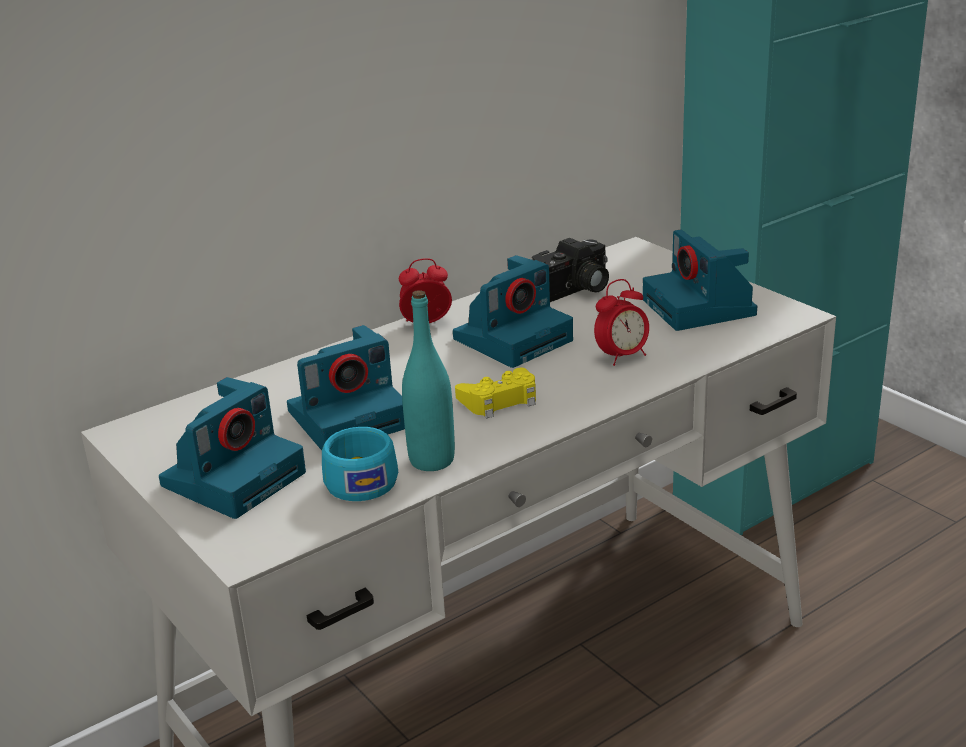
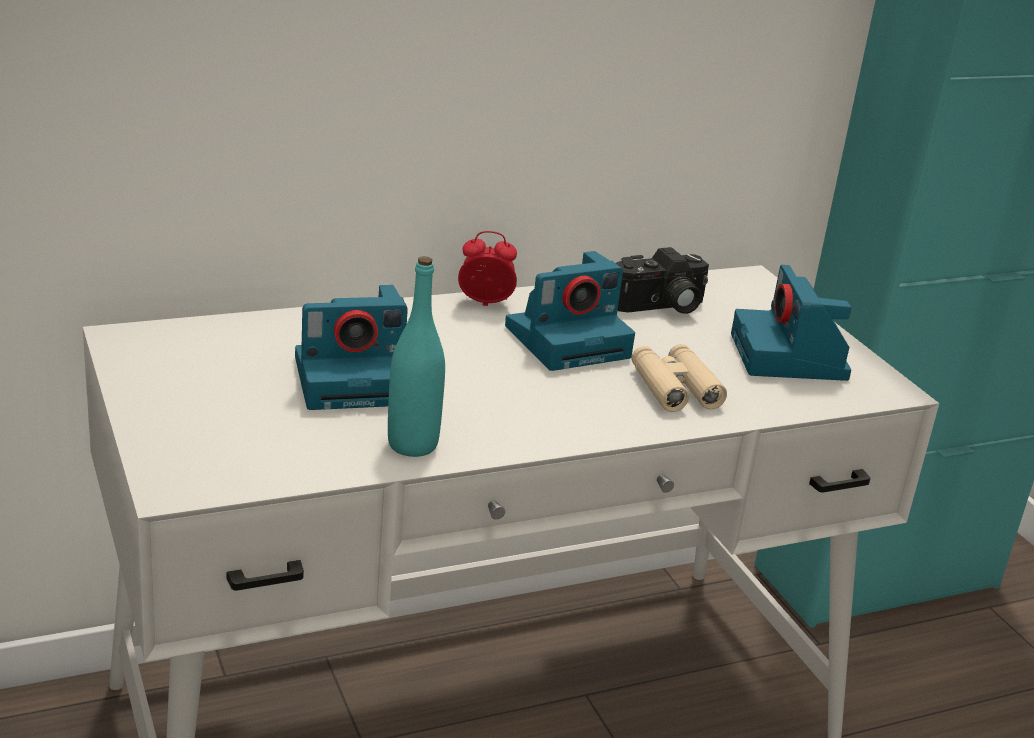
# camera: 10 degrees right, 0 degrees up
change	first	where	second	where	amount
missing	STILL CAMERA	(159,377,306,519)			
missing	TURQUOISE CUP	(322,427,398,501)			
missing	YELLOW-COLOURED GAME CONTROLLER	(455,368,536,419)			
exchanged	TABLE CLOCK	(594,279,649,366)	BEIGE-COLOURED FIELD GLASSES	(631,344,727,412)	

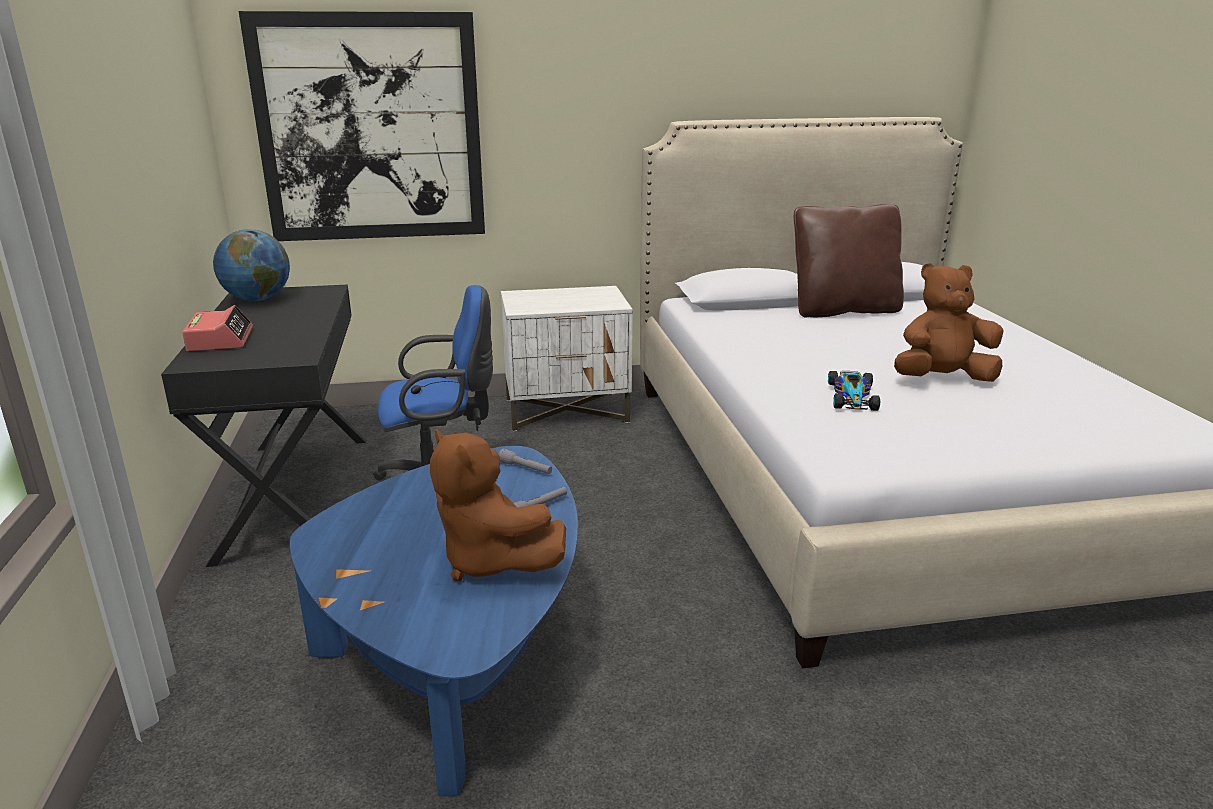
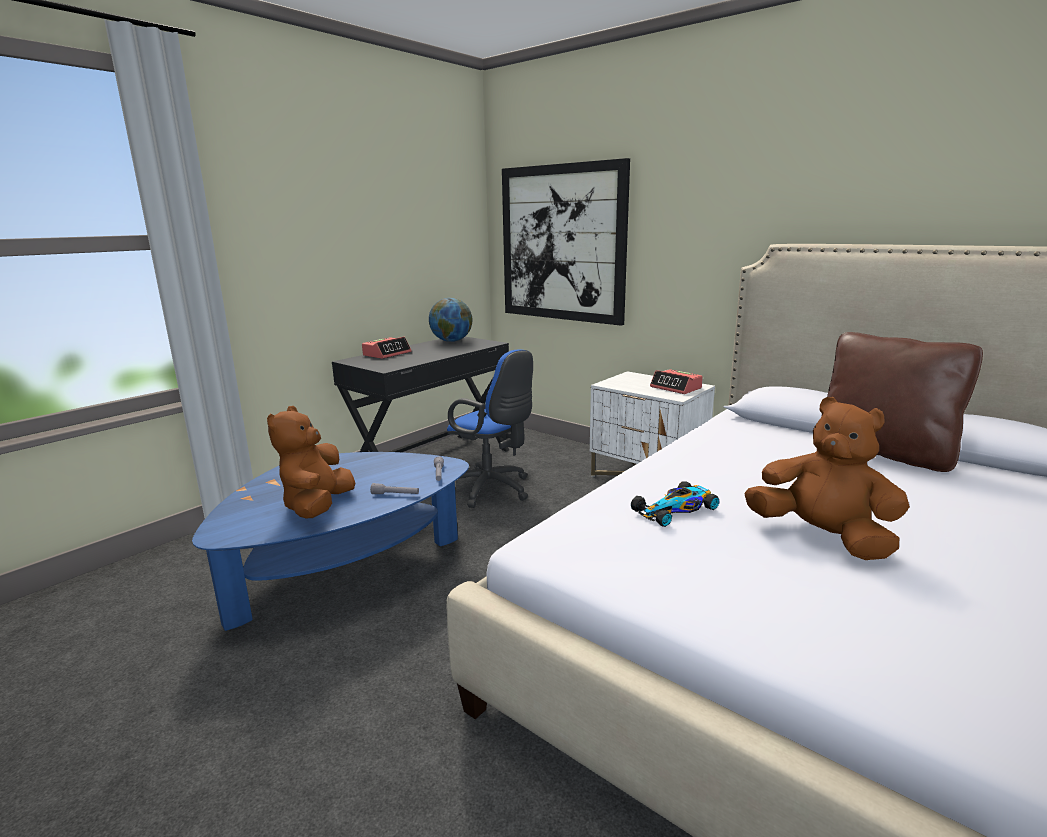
# camera: 50 degrees right, 5 degrees down
change	first	where	second	where	amount
appeared			TABLE CLOCK	(650,369,703,394)	

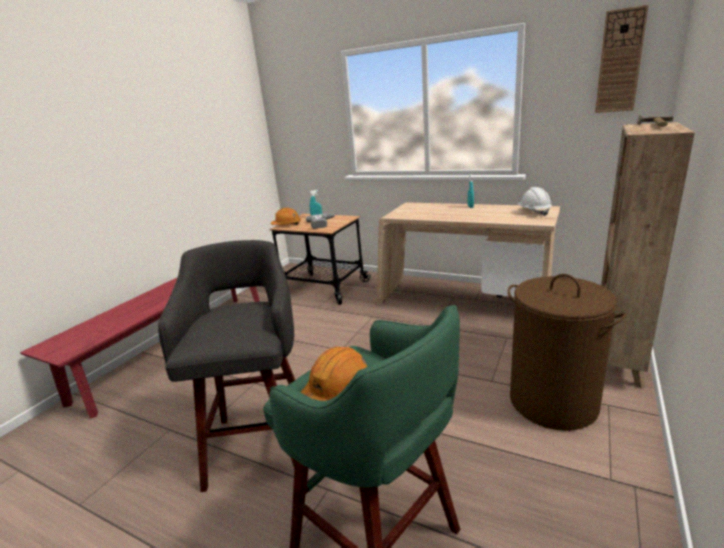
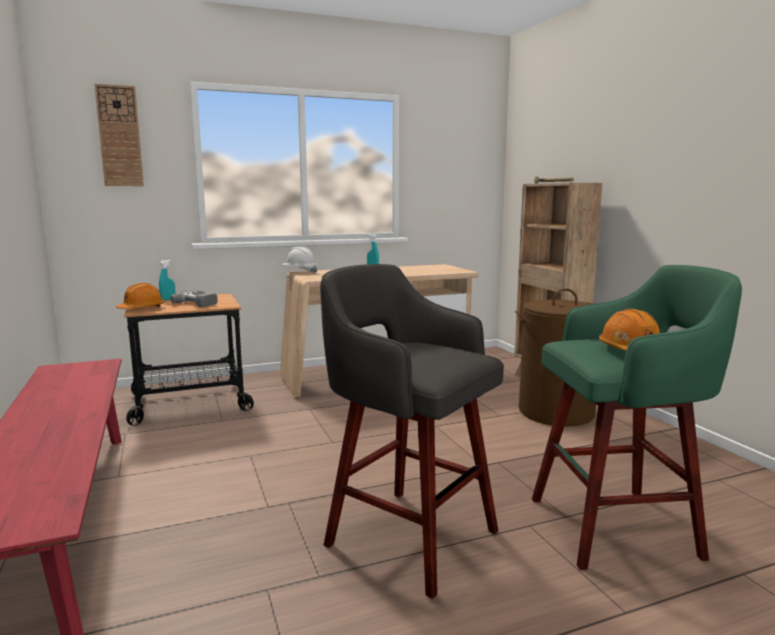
# camera: 50 degrees left, 10 degrees down
change	first	where	second	where	amount
relocated	WHITE-COLOURED HARD HAT	(517,187,552,216)		(282,247,318,274)	
relocated	CLOCK ON THE WALL	(595,5,649,113)		(95,84,144,186)	

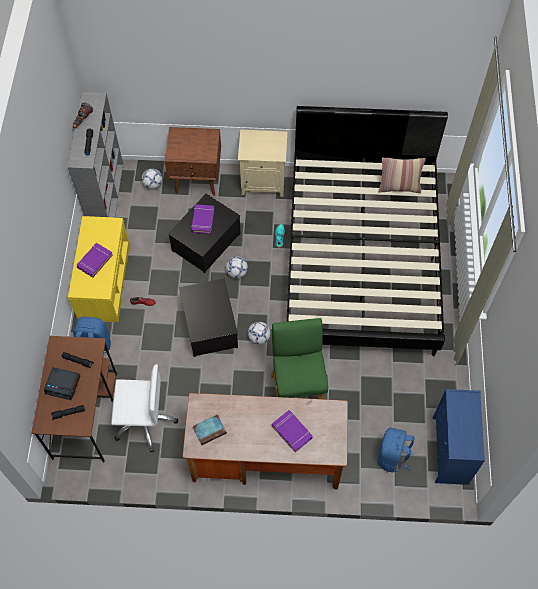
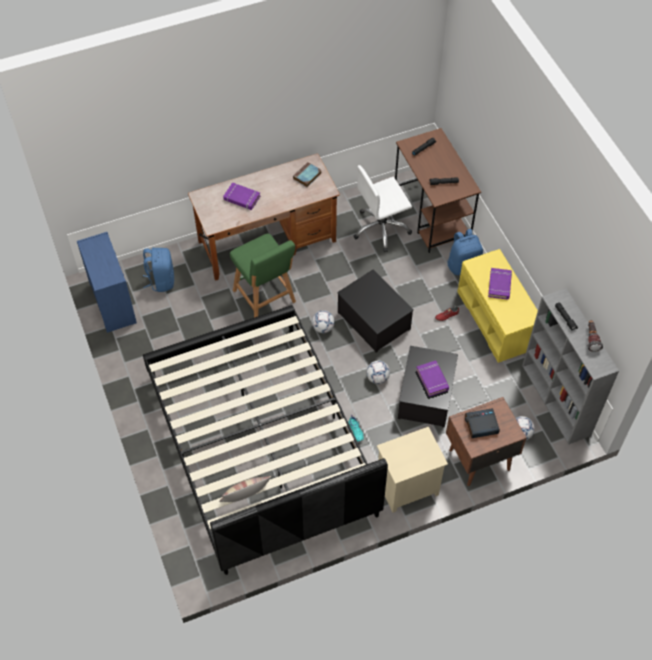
# camera: 155 degrees right, 5 degrees down
change	first	where	second	where	amount
relocated	TABLE CLOCK	(44,367,80,400)		(465,408,500,438)	

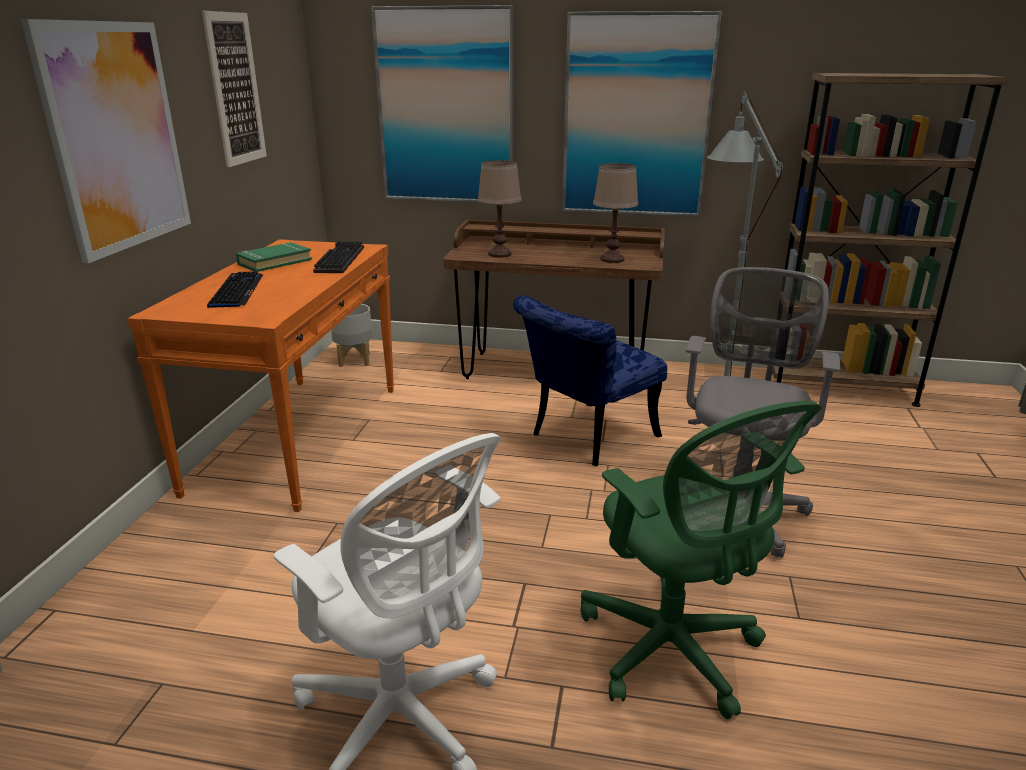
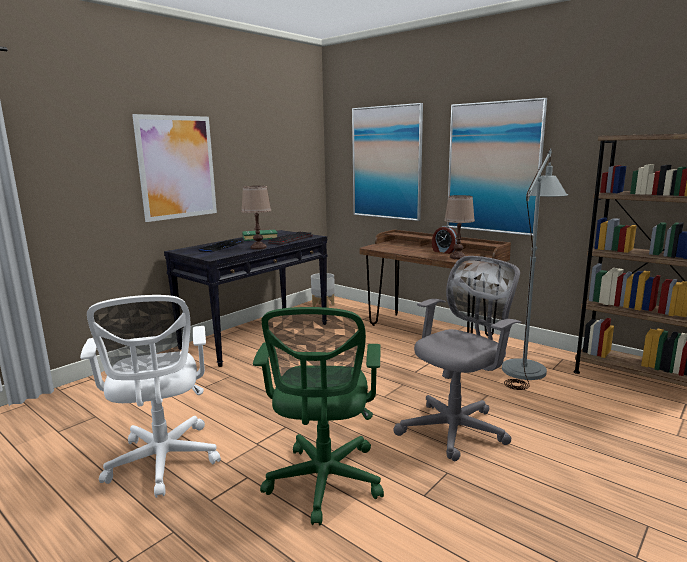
# camera: 30 degrees right, 10 degrees down
change	first	where	second	where	amount
missing	WALL PICTURE	(202,11,267,167)			
missing	BLUE-COLOURED CHAIR	(513,295,667,466)			
appeared			TABLE CLOCK	(432,226,457,254)	
relocated	BROWN TABLETOP LAMP	(477,160,522,258)		(241,186,271,250)	
colour	ORANGE-COLOURED CONSOLE TABLE	(127,239,395,512)	BLACK CONSOLE TABLE	(164,230,328,367)	

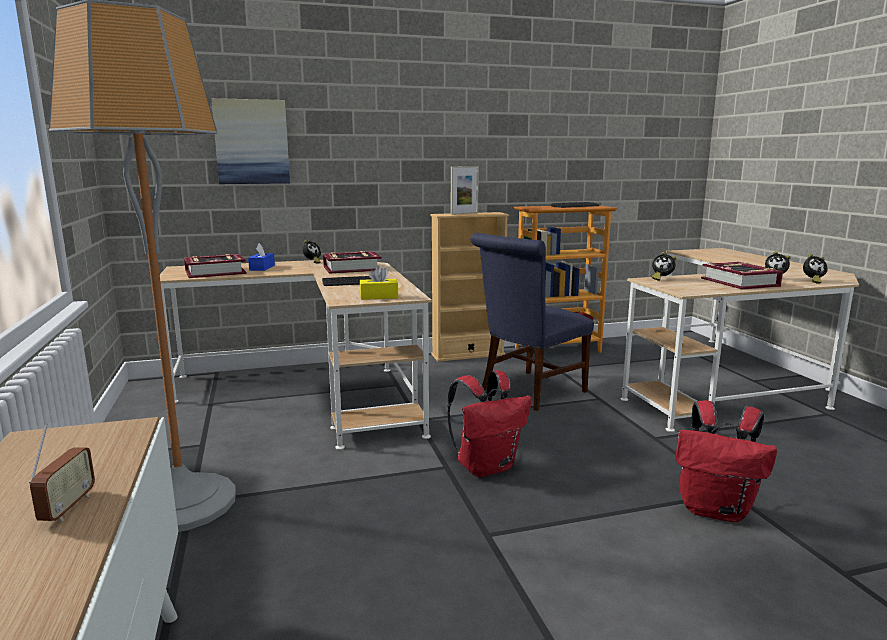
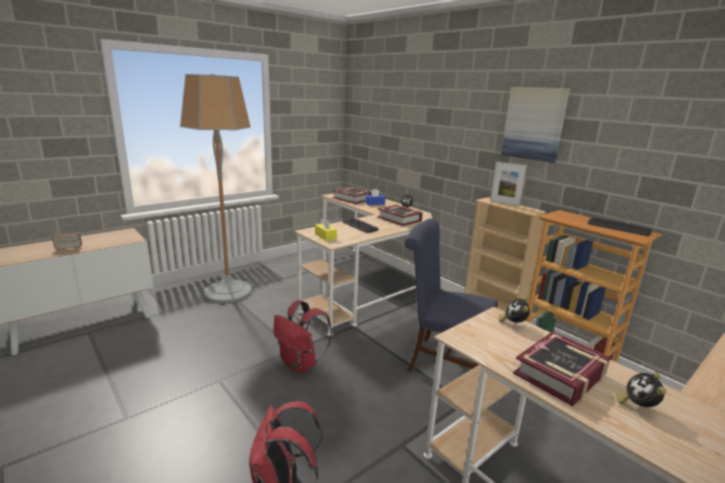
# camera: 65 degrees right, 5 degrees up
change	first	where	second	where	amount
missing	TABLE CLOCK	(803,254,828,284)			
relocated	WALL PICTURE	(211,98,290,184)		(501,87,570,163)	

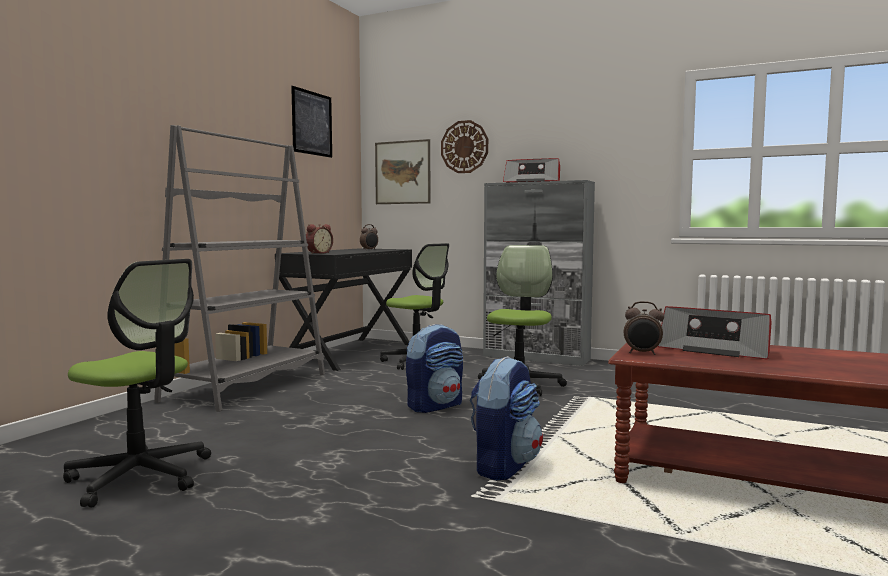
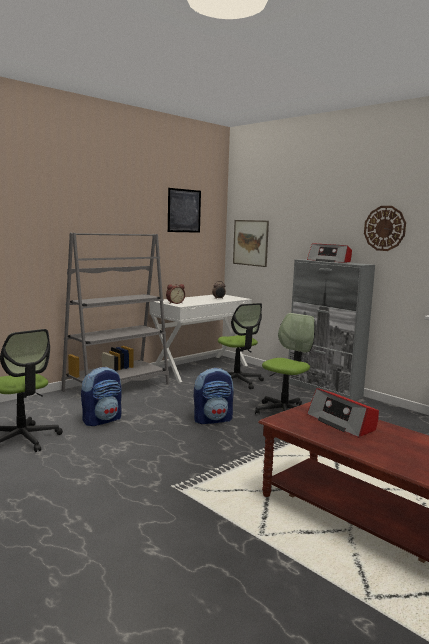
# camera: 20 degrees right, 5 degrees up
change	first	where	second	where	amount
missing	TABLE CLOCK	(624,301,664,355)			
relocated	CLOCK ON THE WALL	(441,120,488,173)		(364,206,406,251)	
relocated	RUCKSACK	(470,356,543,480)		(81,367,122,426)	
colour	BLACK DESK	(275,248,412,371)	WHITE-COLOURED DESK	(149,295,252,382)	

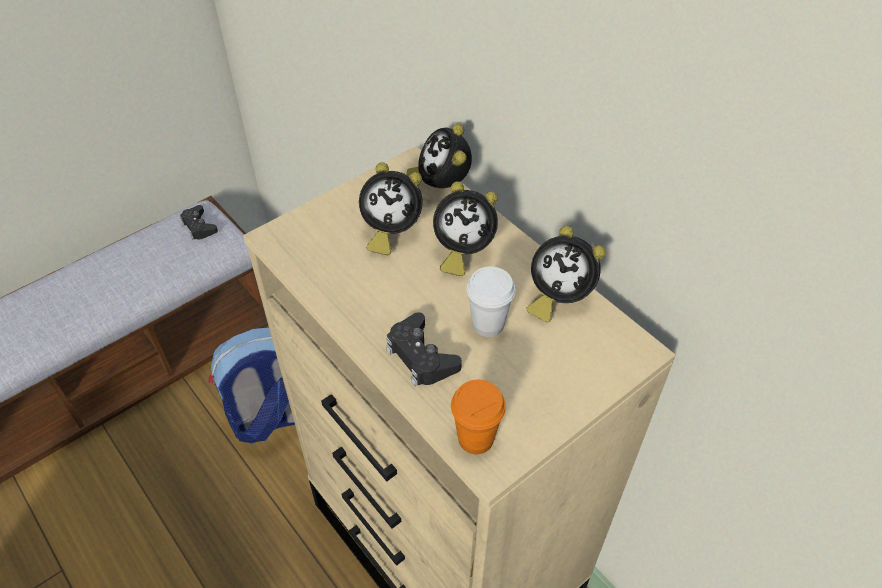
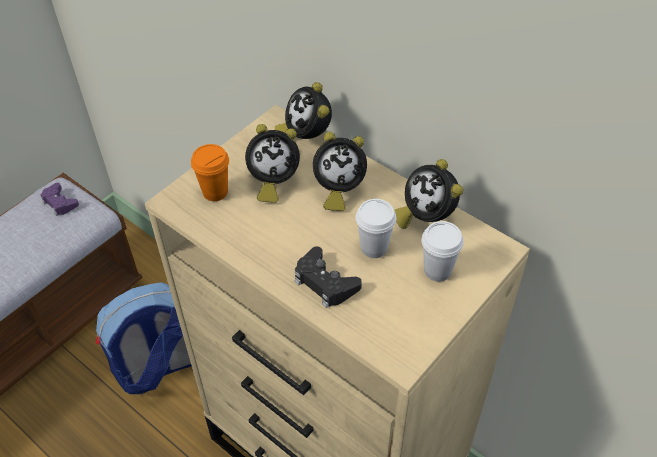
# camera: 10 degrees left, 0 degrees up
change	first	where	second	where	amount
appeared			WHITE-COLOURED CUP	(421,221,464,282)	
relocated	ORANGE-COLOURED CUP	(451,380,506,454)		(191,144,229,201)	
colour	BLACK GAME CONTROLLER	(180,205,218,240)	PURPLE GAME CONTROLLER	(40,183,79,216)	
spun	TABLE CLOCK	(526,226,606,322)		(394,159,463,229)	45 degrees clockwise

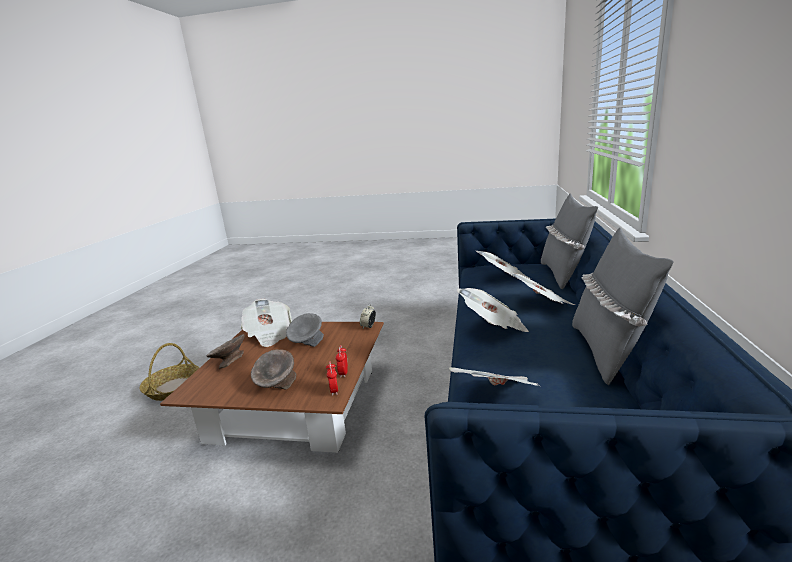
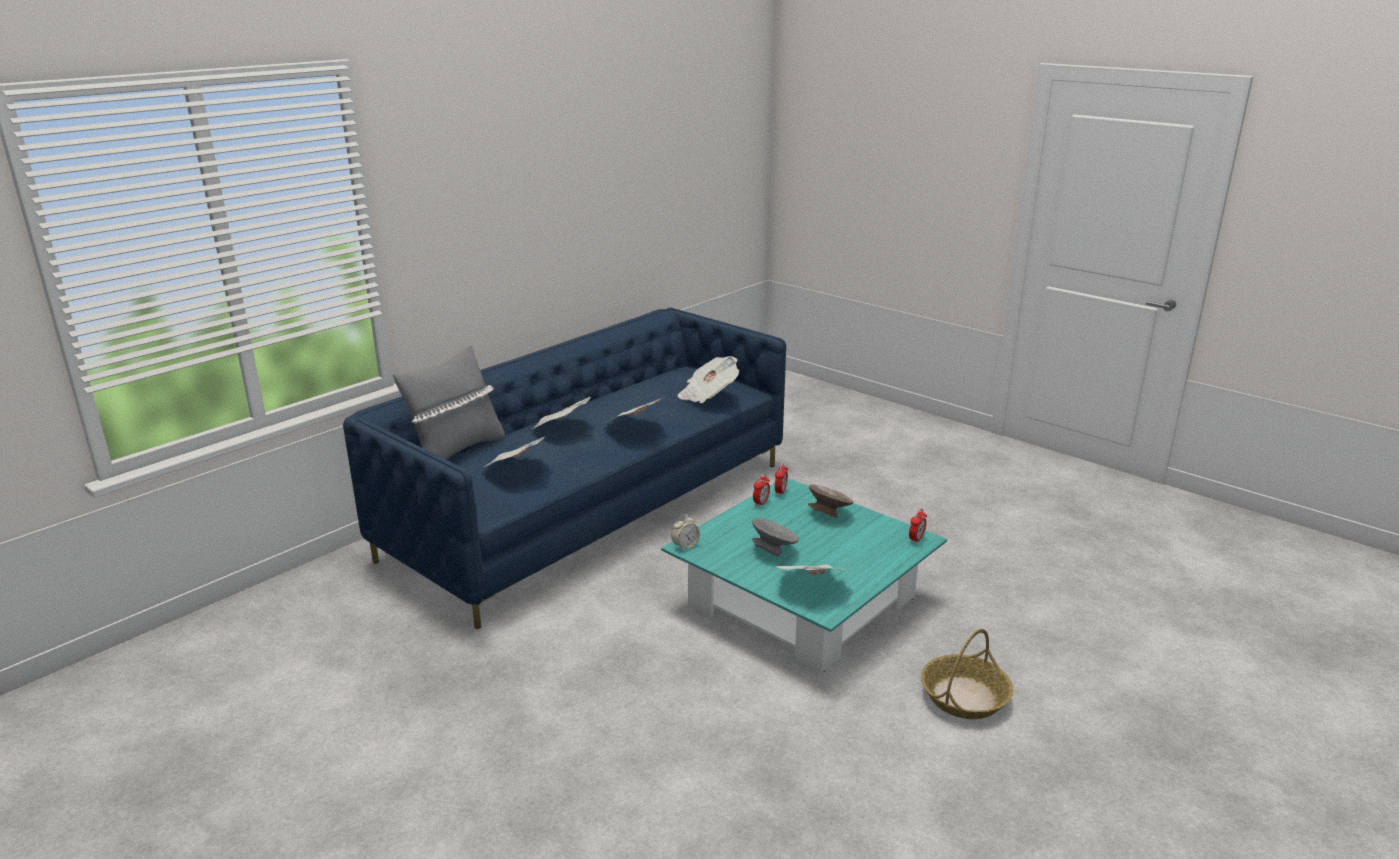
# camera: 150 degrees left, 5 degrees up
change	first	where	second	where	amount
missing	GREY BOWL	(206,334,245,369)			
missing	GREY PILLOW	(572,228,674,385)			
appeared			TABLE CLOCK	(909,508,927,544)	
colour	BROWN LOUNGE TABLE	(160,322,384,453)	TURQUOISE LOUNGE TABLE	(661,478,947,673)	

